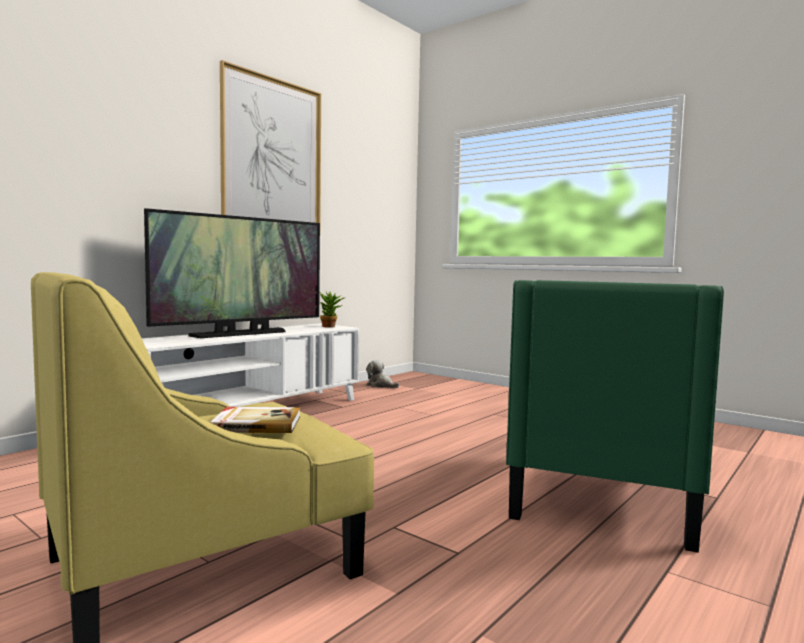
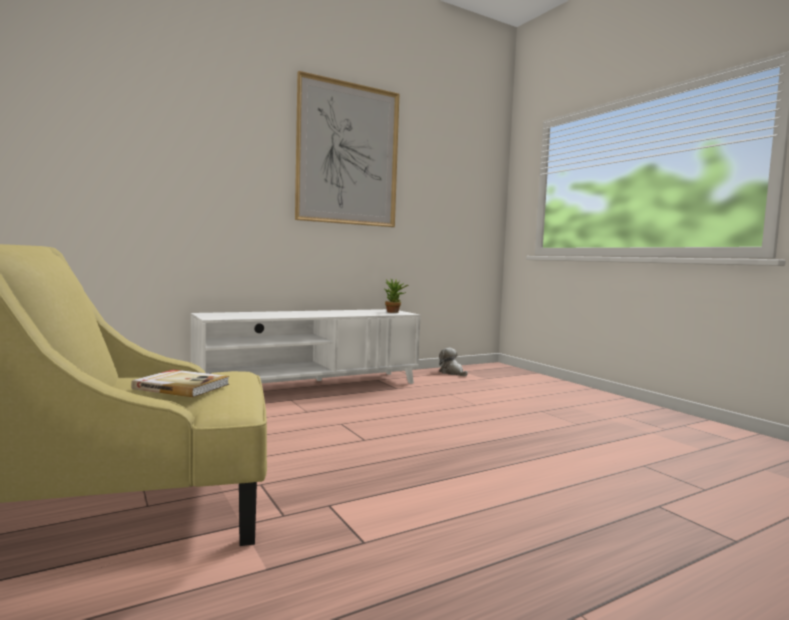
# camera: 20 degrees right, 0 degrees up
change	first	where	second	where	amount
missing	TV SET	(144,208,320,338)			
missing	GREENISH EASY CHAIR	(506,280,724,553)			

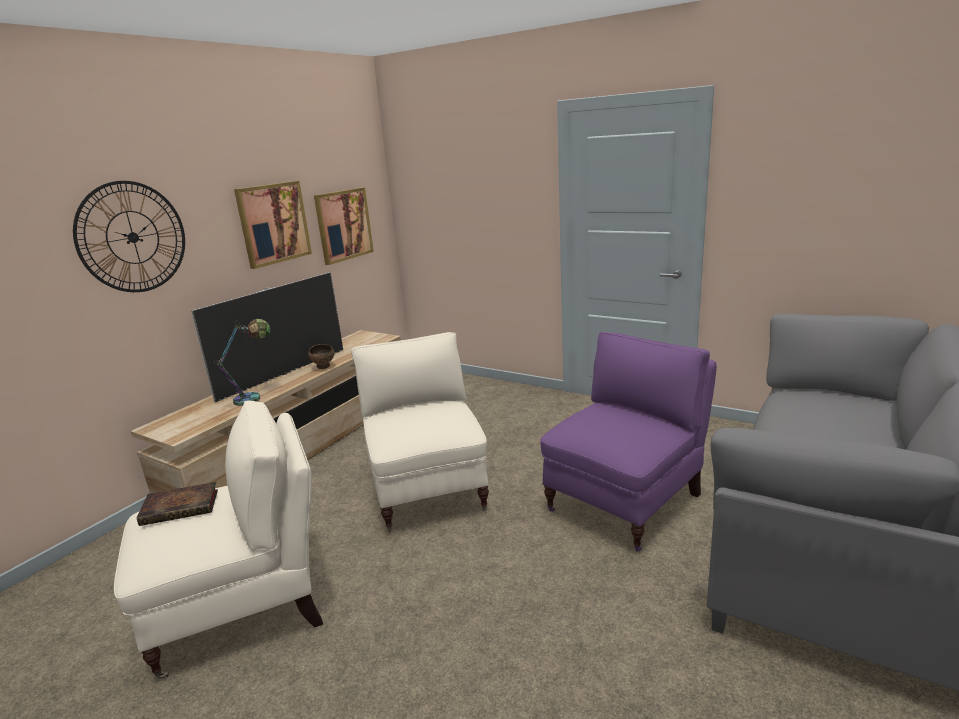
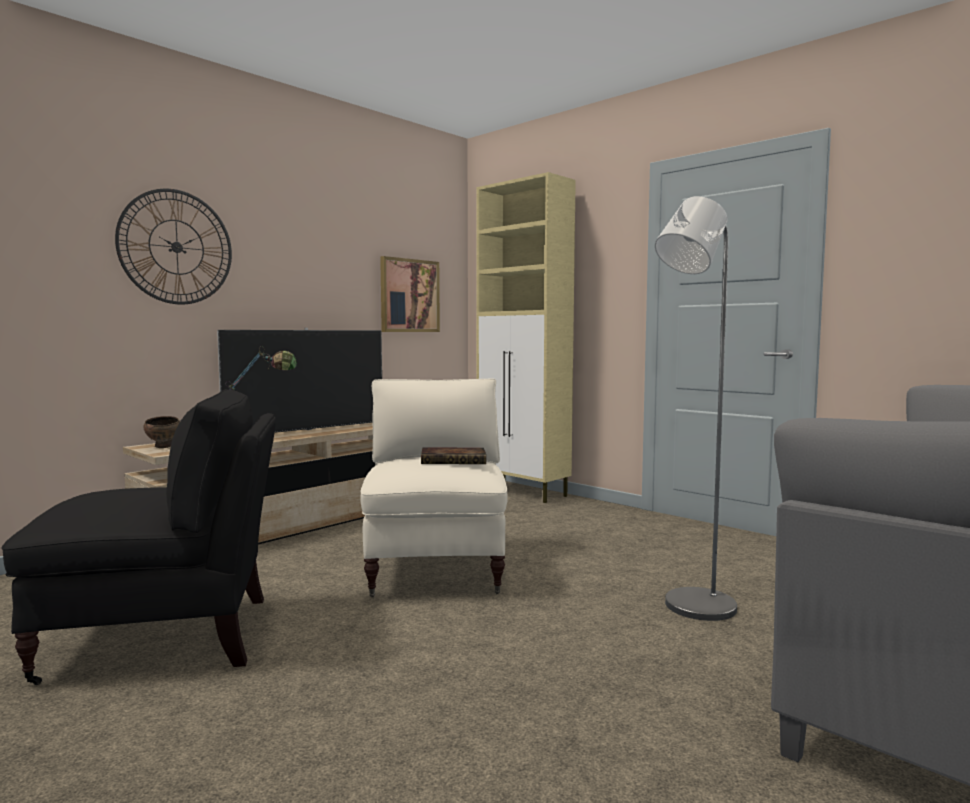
# camera: 10 degrees right, 15 degrees down
change	first	where	second	where	amount
missing	WALL PICTURE	(234,181,312,269)			
appeared			BEIGE-COLOURED STORAGE CABINET	(476,172,576,503)	
relocated	VOLUME	(137,482,218,526)		(421,447,486,464)	
relocated	BROWN BOWL	(308,344,334,369)		(144,416,180,448)	
exchanged	PURPLE EASY CHAIR	(540,332,717,552)	GREY STANDING LAMP	(655,196,737,621)	
colour	BEIGE-COLOURED EASY CHAIR	(114,401,323,679)	BLACK EASY CHAIR	(1,389,276,685)	

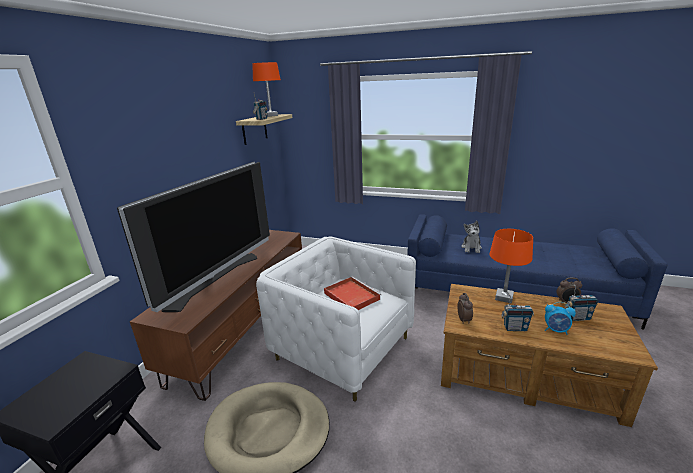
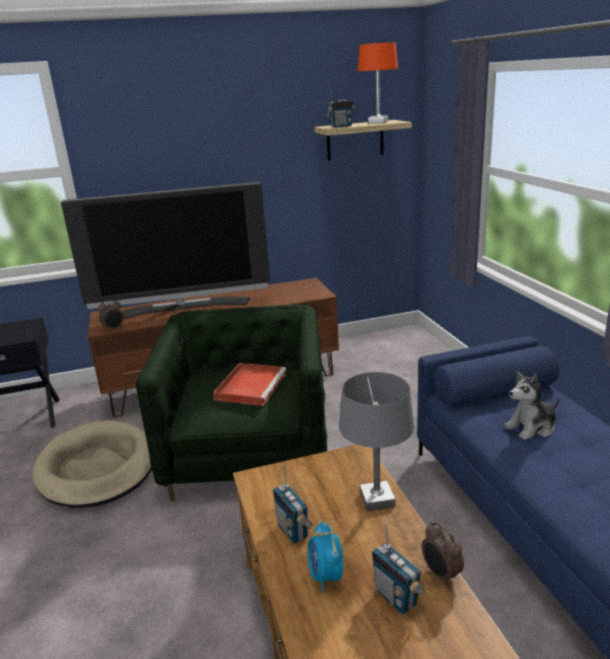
# camera: 55 degrees right, 0 degrees up
change	first	where	second	where	amount
relocated	TABLE CLOCK	(458,293,473,324)		(98,299,124,332)	
colour	WHITE-COLOURED EASY CHAIR	(256,236,416,402)	GREENISH EASY CHAIR	(136,305,327,501)	
colour	ORANGE-COLOURED TABLETOP LAMP	(490,229,533,303)	GREY TABLETOP LAMP	(339,372,414,511)	

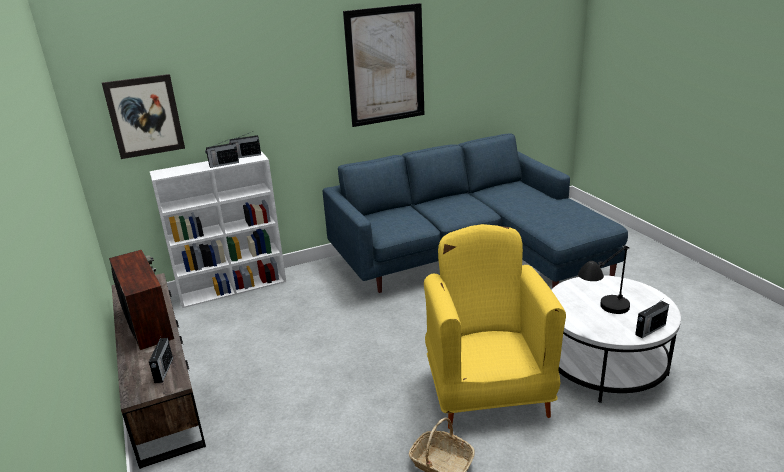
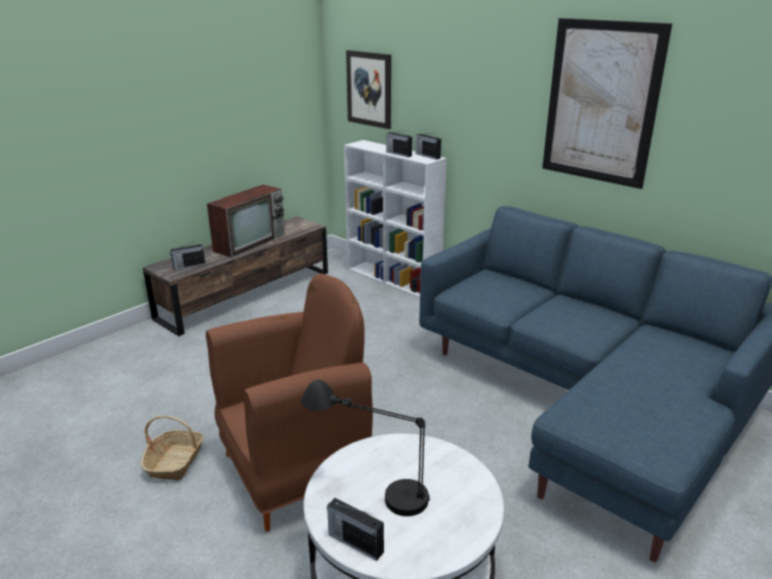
# camera: 65 degrees right, 0 degrees up
change	first	where	second	where	amount
colour	YELLOW-COLOURED EASY CHAIR	(424,224,566,429)	BROWN EASY CHAIR	(206,274,373,532)	

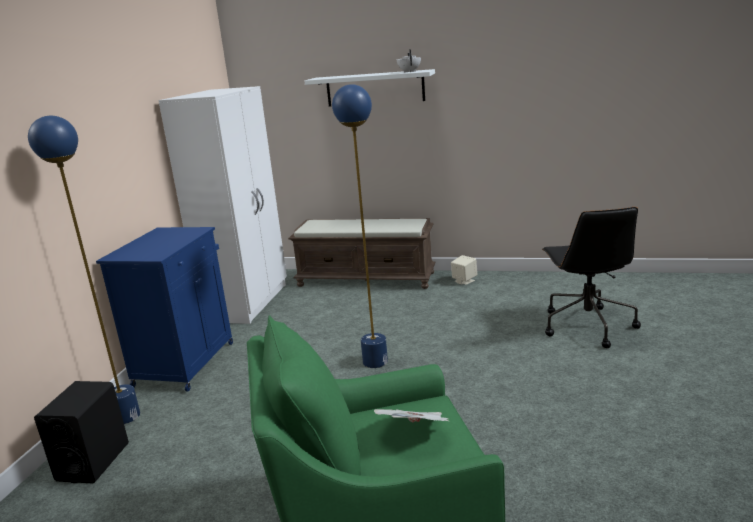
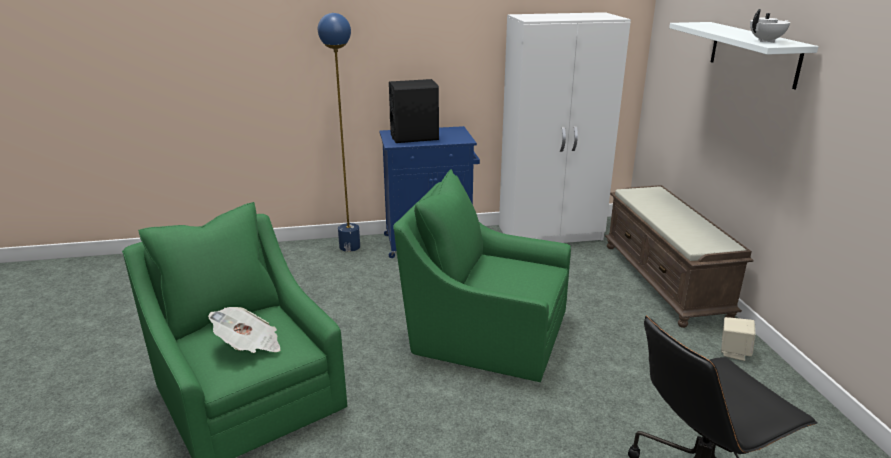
# camera: 65 degrees right, 5 degrees up
change	first	where	second	where	amount
relocated	BLACK LOUDSPEAKER	(34,381,129,483)		(389,79,439,143)	
exchanged	BLUE-COLOURED STANDING LAMP	(332,84,388,368)	GREENISH EASY CHAIR	(393,169,571,382)	

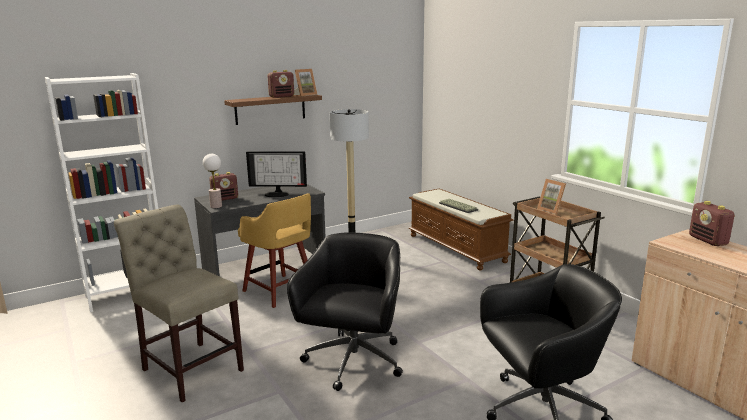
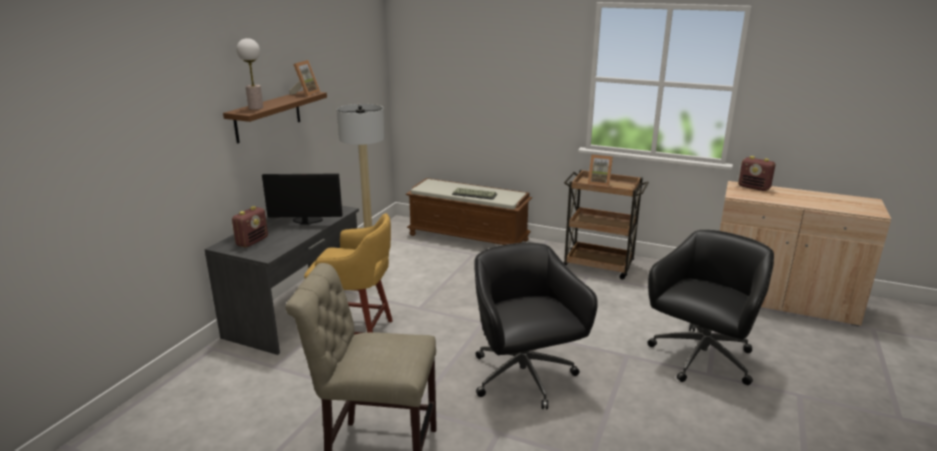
# camera: 35 degrees left, 5 degrees up
change	first	where	second	where	amount
missing	WHITE-COLOURED BOOKCASE	(45,73,158,312)			
missing	RADIO SET	(268,70,294,98)			
relocated	TABLETOP LAMP	(203,154,222,208)		(237,38,263,110)	
spun	COMPUTER SCREEN	(246,152,307,198)		(262,173,343,225)	150 degrees counterclockwise

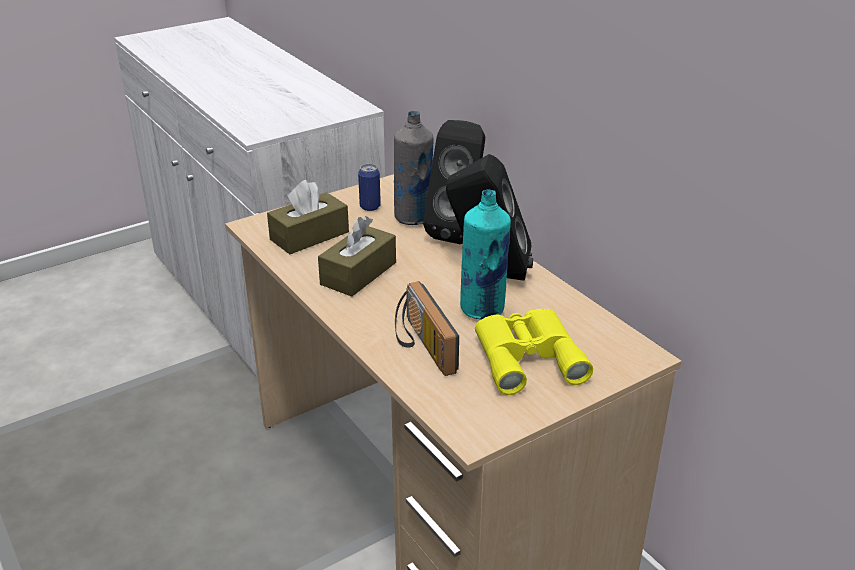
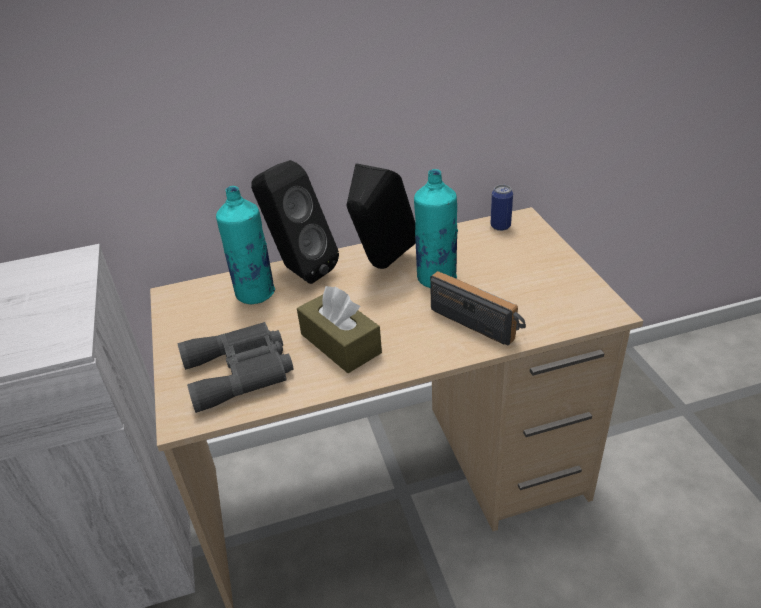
# camera: 70 degrees left, 5 degrees up
change	first	where	second	where	amount
missing	YELLOW-COLOURED FIELD GLASSES	(475,309,593,395)			
relocated	METAL CAN	(358,164,381,211)		(490,185,513,231)	
exchanged	BROWN TISSUE HOLDER	(267,180,349,254)	GREY FIELD GLASSES	(177,322,294,413)	
colour	GREY DRINK BOTTLE	(394,111,433,225)	TURQUOISE DRINK BOTTLE	(216,186,275,304)	
spun	RADIO SET	(395,281,459,376)		(430,271,526,345)	135 degrees counterclockwise

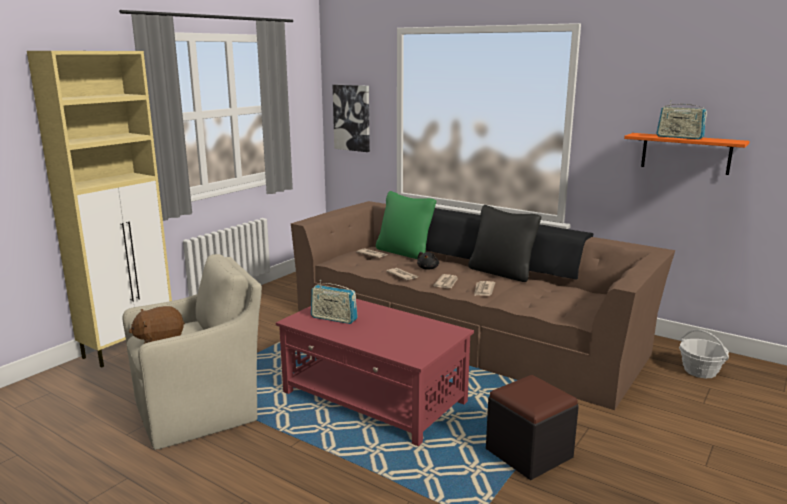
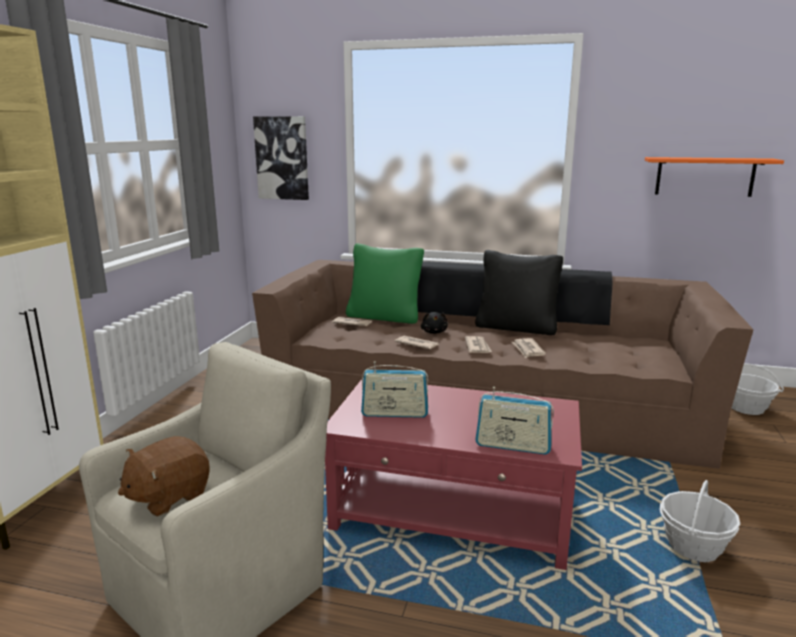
# camera: 20 degrees left, 0 degrees up
change	first	where	second	where	amount
relocated	RADIO SET	(657,100,707,139)		(475,387,554,455)	
exchanged	BLACK OTTOMAN	(486,375,579,480)	STORAGE BASKET	(659,480,740,562)	

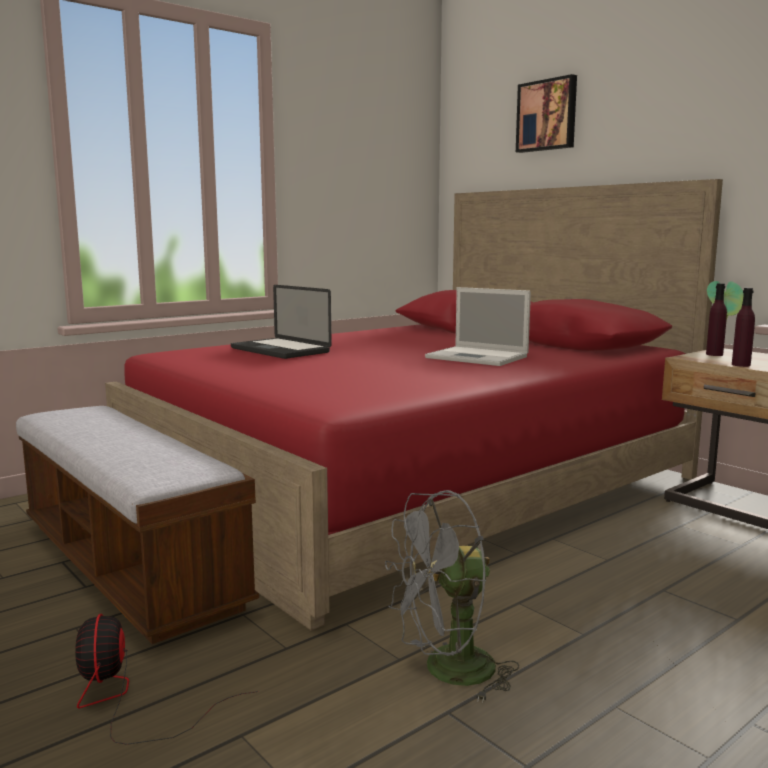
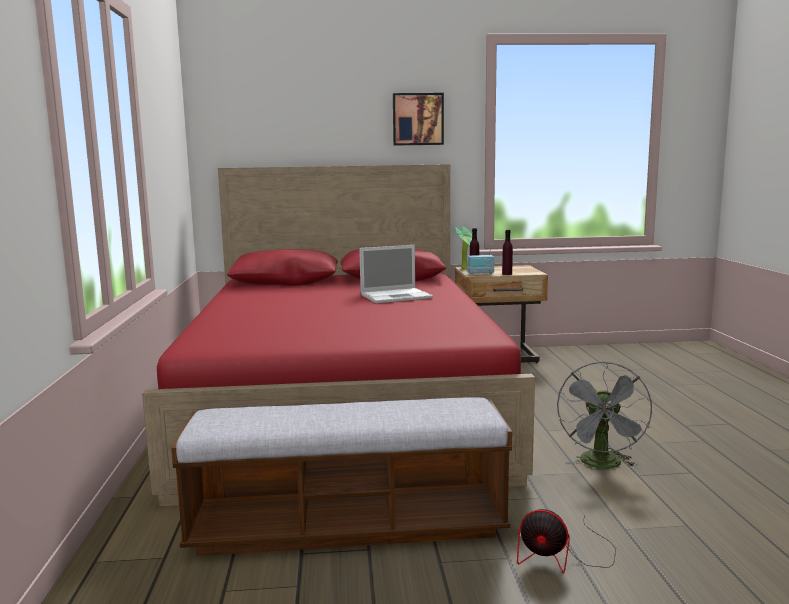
# camera: 55 degrees left, 0 degrees up
change	first	where	second	where	amount
missing	NOTEBOOK COMPUTER	(231,285,332,359)			
appeared			RADIO SET	(467,244,494,274)	
relocated	WALL PICTURE	(516,74,577,153)		(393,93,444,146)	

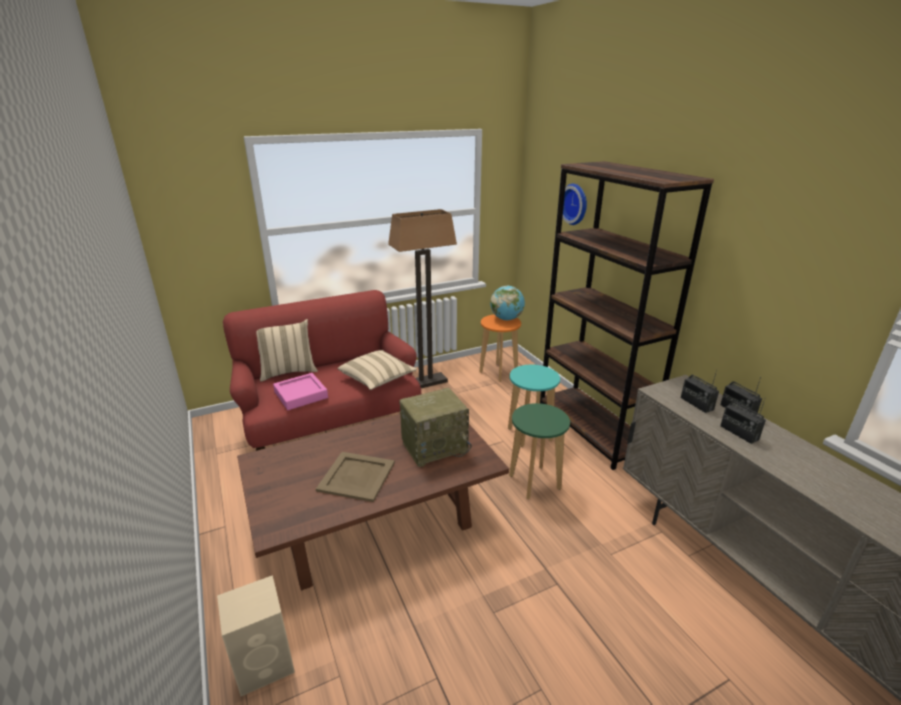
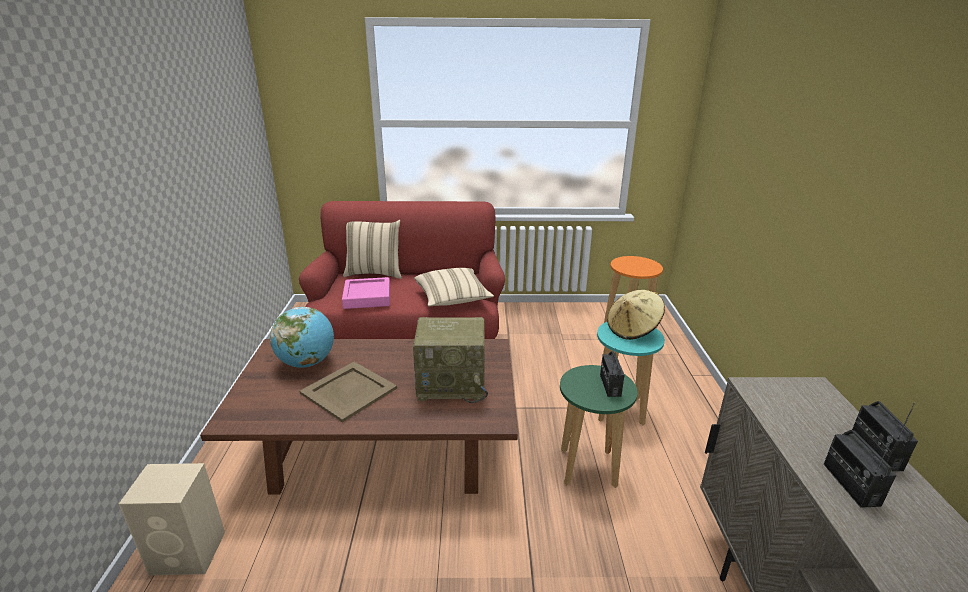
# camera: 25 degrees right, 0 degrees up
change	first	where	second	where	amount
missing	STANDING LAMP	(388,209,457,388)			
missing	BROWN BOOKCASE	(540,161,714,470)			
missing	CLOCK ON THE WALL	(562,184,587,225)			
appeared			BEIGE-COLOURED CLOTHING HAT	(607,290,665,340)	
relocated	DESK GLOBE	(490,286,525,320)		(270,307,334,368)	
relocated	RADIO SET	(681,370,719,413)		(600,348,625,397)	

